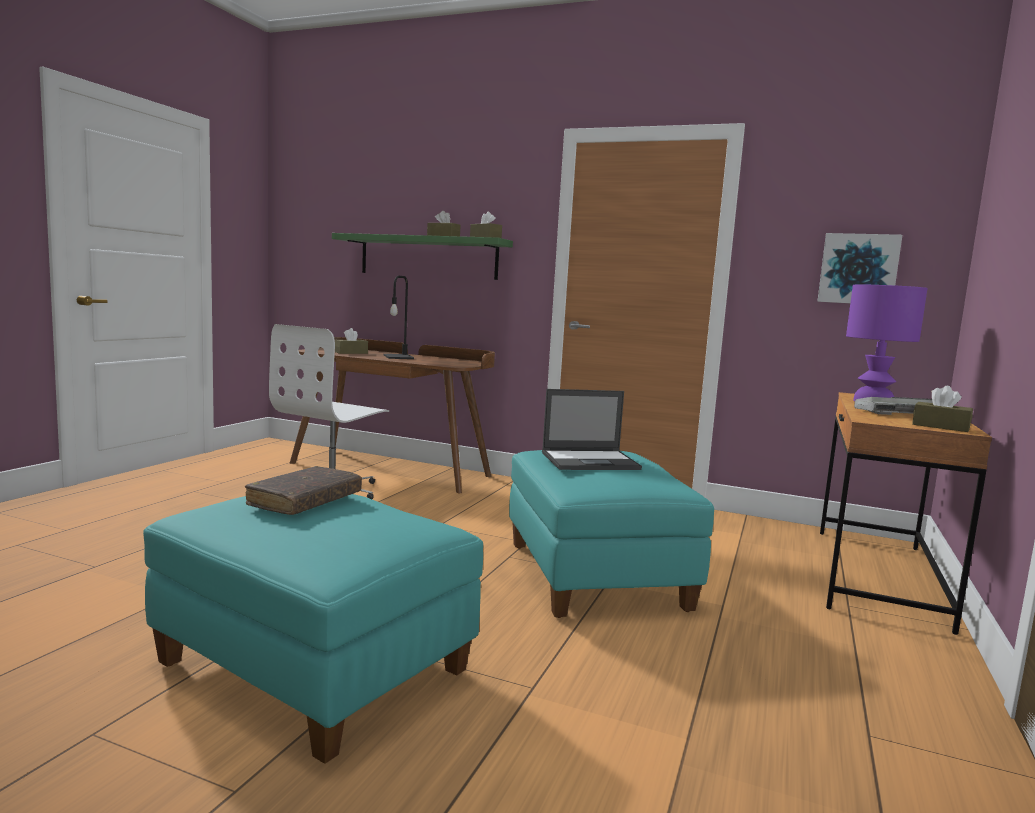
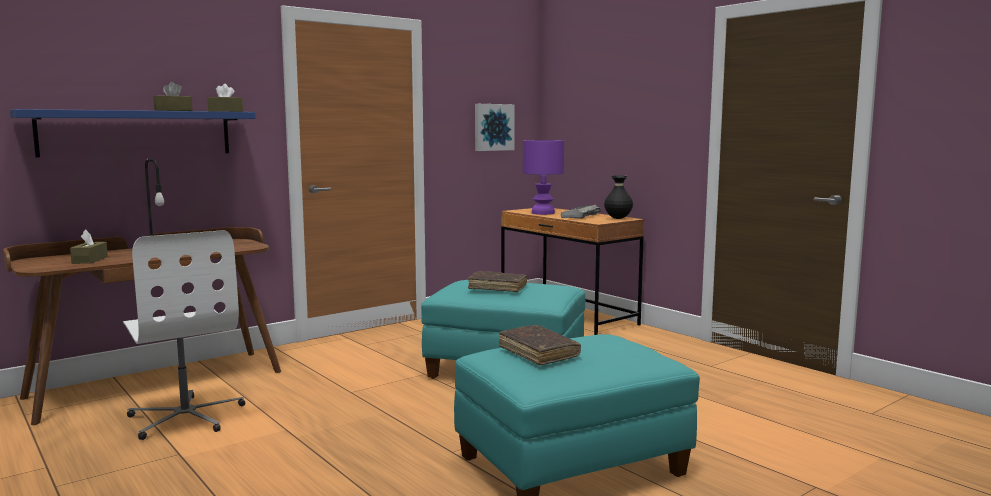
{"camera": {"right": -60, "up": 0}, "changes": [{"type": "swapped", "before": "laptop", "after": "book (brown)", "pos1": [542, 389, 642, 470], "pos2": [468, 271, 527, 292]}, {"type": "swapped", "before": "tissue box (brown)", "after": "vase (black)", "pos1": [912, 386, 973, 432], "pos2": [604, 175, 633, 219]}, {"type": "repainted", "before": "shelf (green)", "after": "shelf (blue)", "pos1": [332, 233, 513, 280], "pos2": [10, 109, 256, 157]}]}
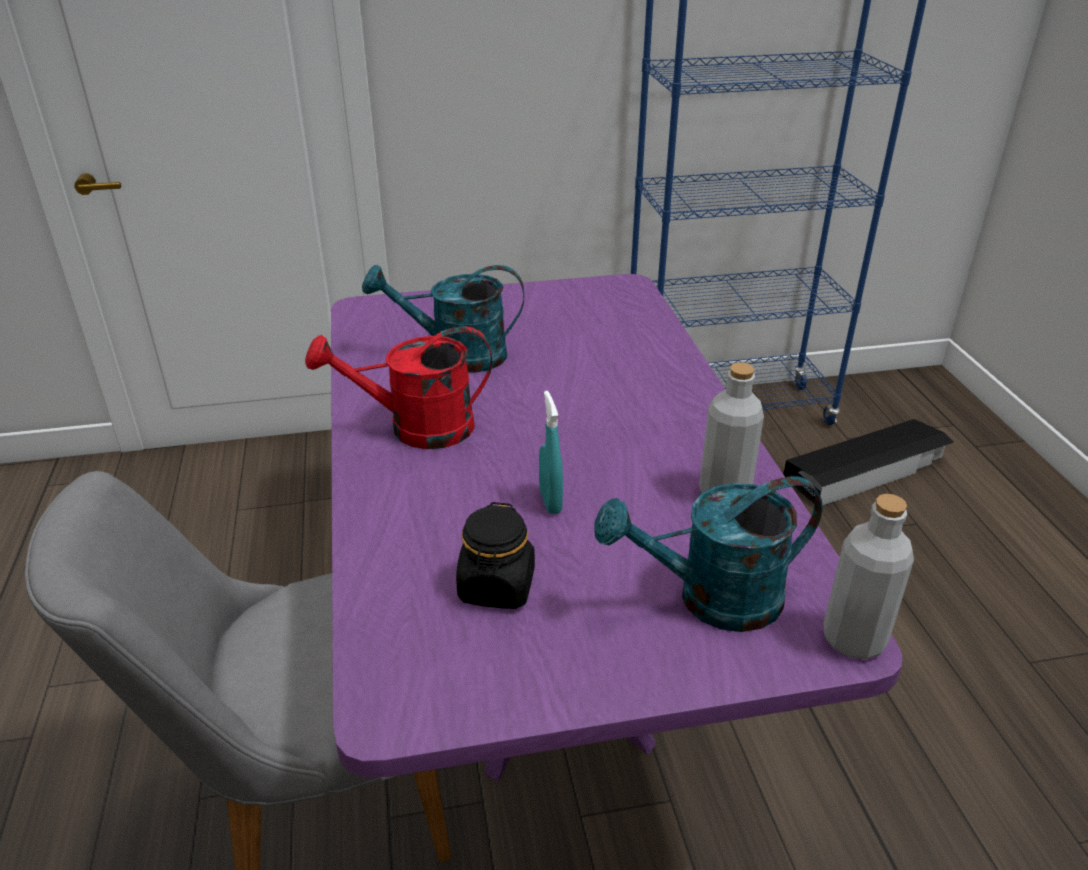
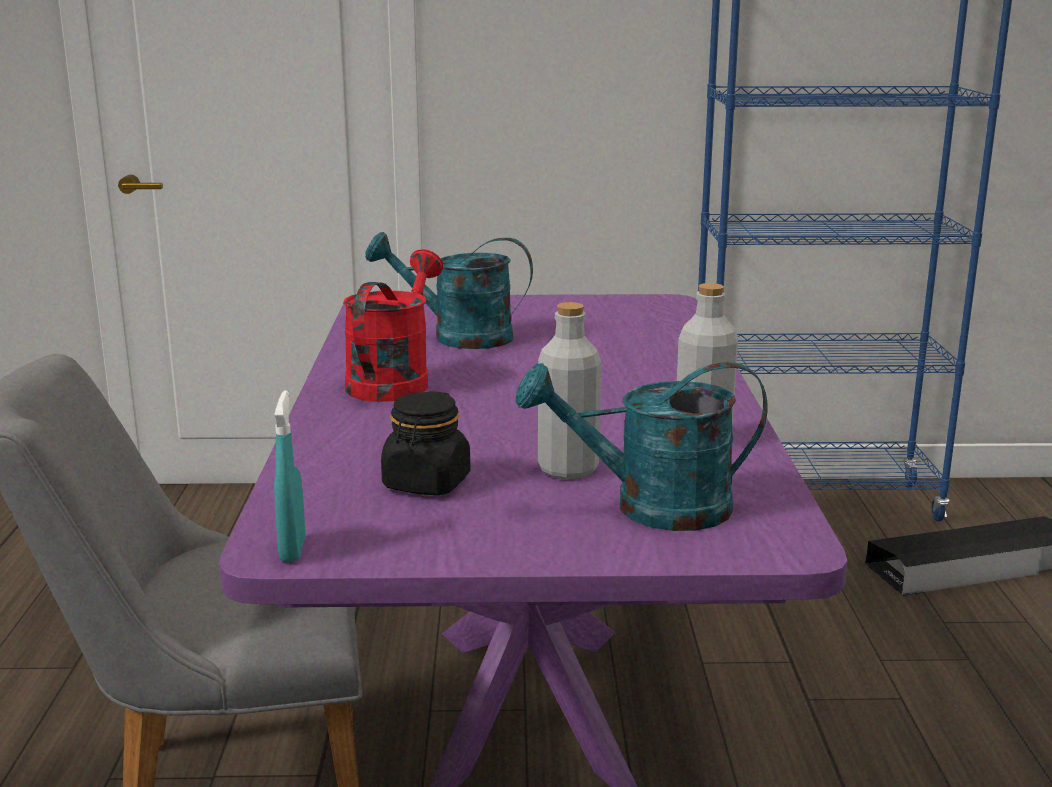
{"camera": {"right": 10, "up": -15}, "changes": [{"type": "shifted", "before": "spray bottle (turquoise)", "pos1": [539, 391, 563, 514], "pos2": [274, 390, 305, 562]}, {"type": "shifted", "before": "bottle (grey)", "pos1": [823, 494, 914, 660], "pos2": [538, 302, 601, 480]}, {"type": "rotated", "before": "watering can (red)", "pos1": [305, 326, 492, 449], "pos2": [343, 249, 443, 402], "turn": 105}]}
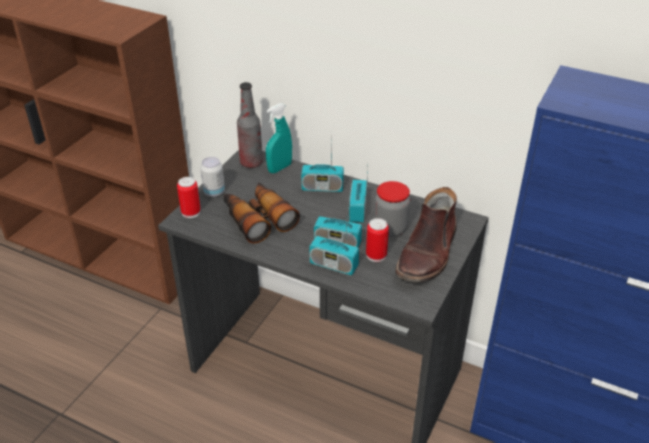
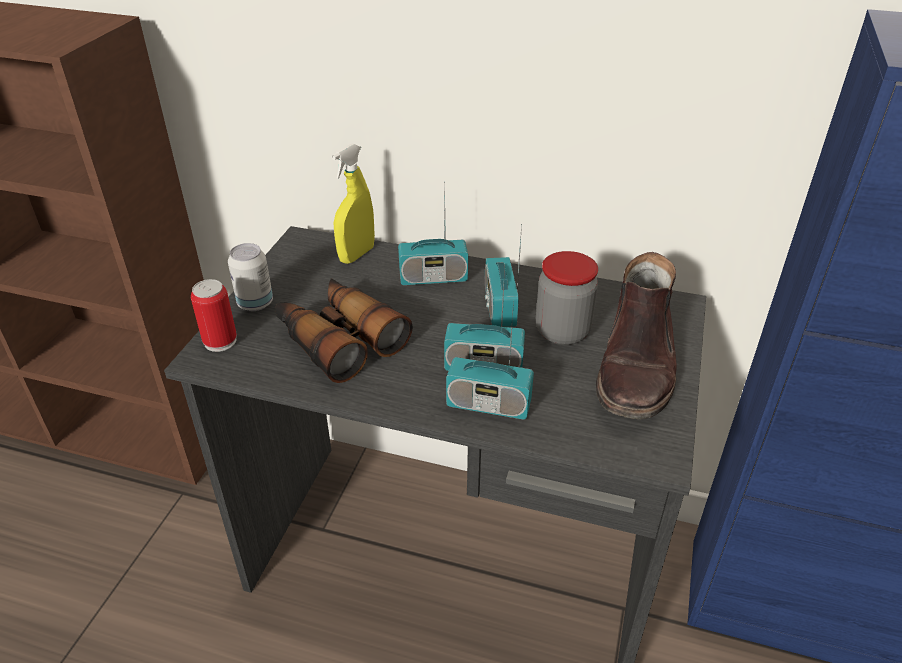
{"camera": {"right": -10, "up": 0}, "changes": [{"type": "gone", "before": "bottle", "pos1": [237, 82, 263, 168]}, {"type": "gone", "before": "can", "pos1": [366, 218, 389, 262]}, {"type": "repainted", "before": "spray bottle (turquoise)", "after": "spray bottle (yellow)", "pos1": [266, 103, 292, 173], "pos2": [332, 143, 375, 264]}]}
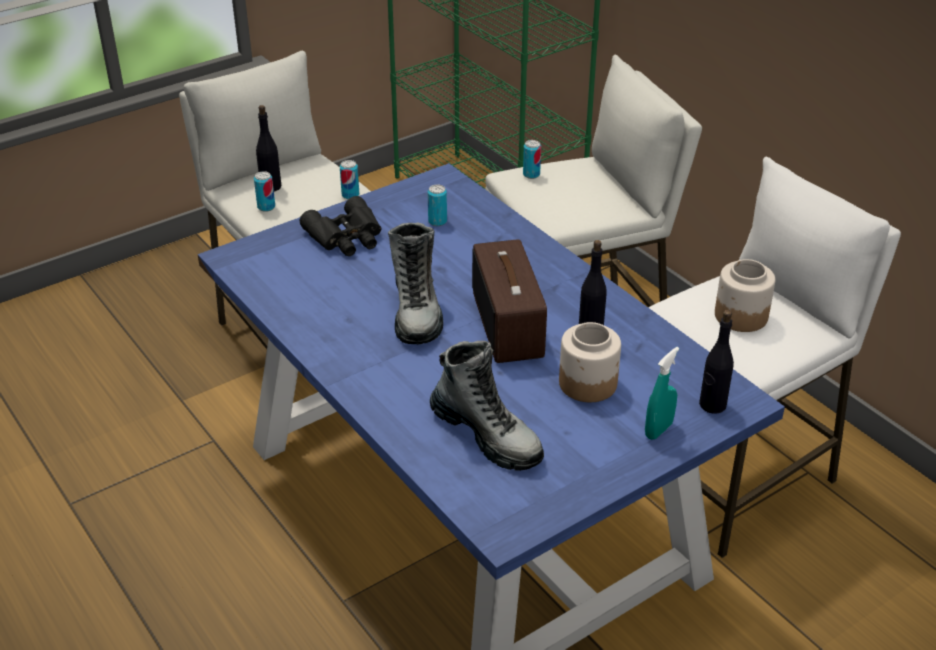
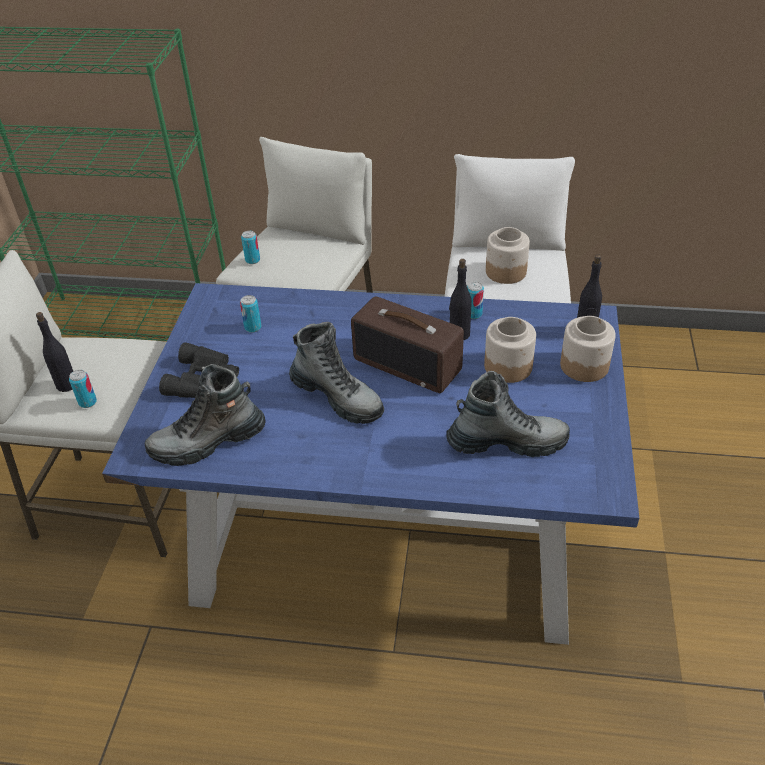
{"camera": {"right": -45, "up": 5}, "changes": [{"type": "new", "after": "boot", "pos2": [145, 364, 266, 466]}, {"type": "shifted", "before": "can", "pos1": [340, 160, 359, 199], "pos2": [467, 282, 484, 319]}, {"type": "swapped", "before": "spray bottle (turquoise)", "after": "jar", "pos1": [645, 347, 679, 440], "pos2": [560, 316, 616, 382]}]}
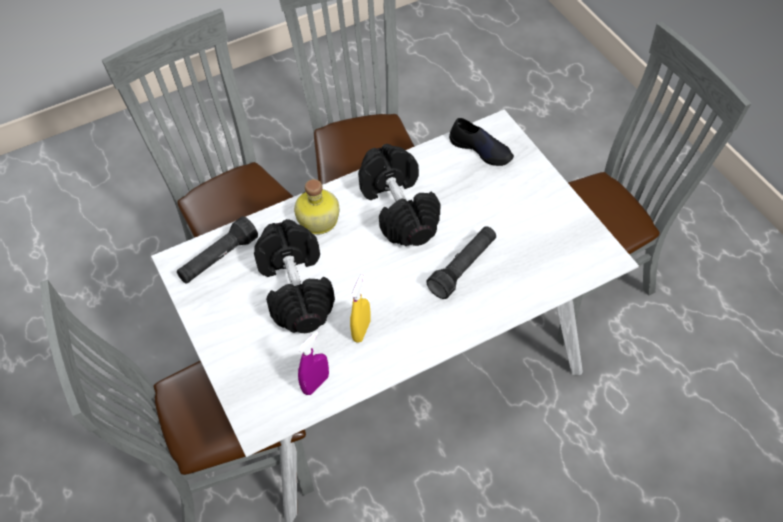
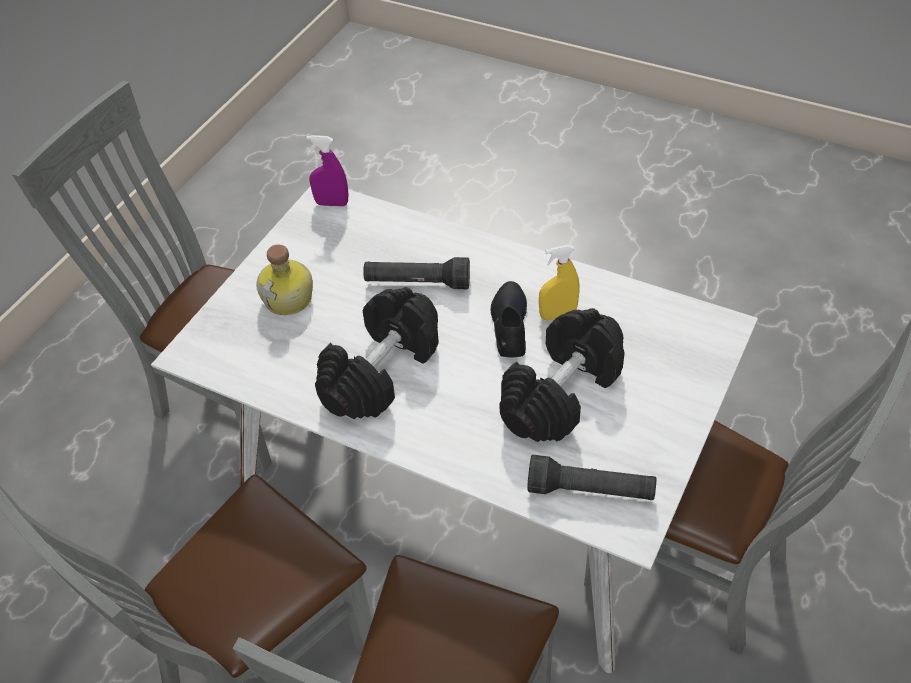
{"camera": {"right": -125, "up": -5}, "changes": [{"type": "shifted", "before": "bottle", "pos1": [294, 179, 339, 235], "pos2": [257, 244, 313, 315]}, {"type": "shifted", "before": "spray bottle (purple)", "pos1": [298, 331, 329, 395], "pos2": [306, 135, 348, 206]}, {"type": "shifted", "before": "shoe (black)", "pos1": [449, 118, 514, 166], "pos2": [491, 281, 527, 357]}]}
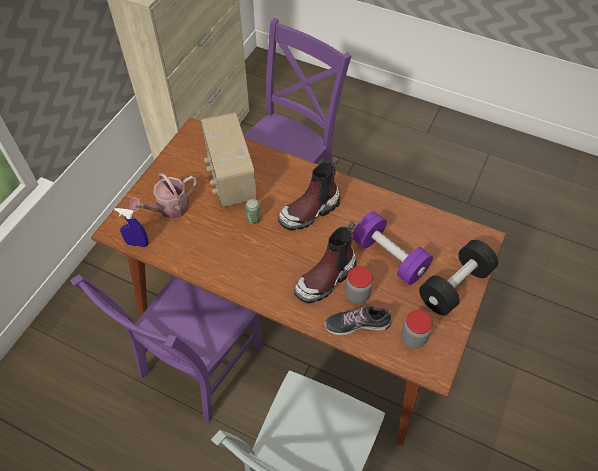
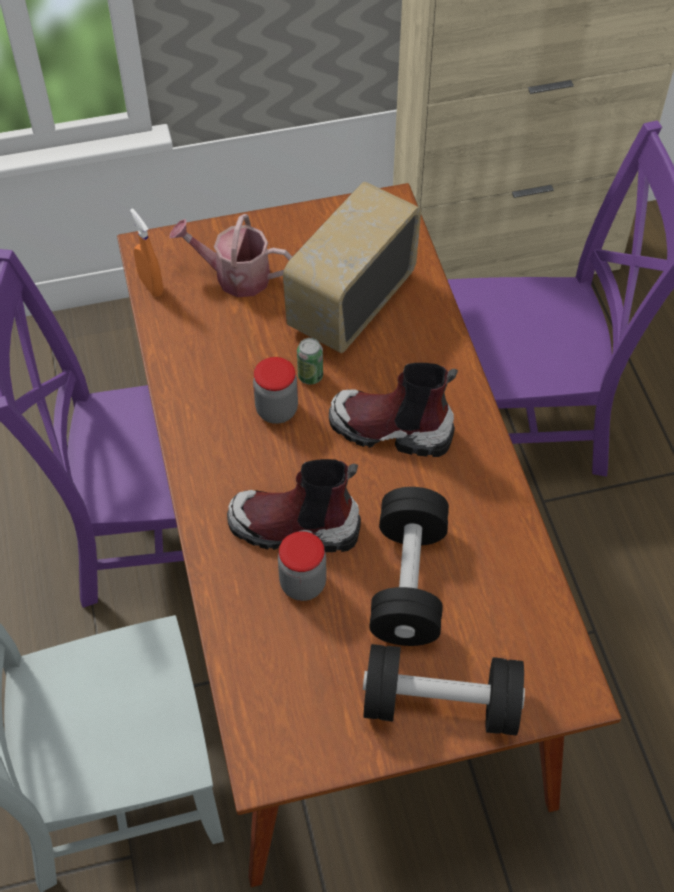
{"camera": {"right": 50, "up": 0}, "changes": [{"type": "gone", "before": "shoe", "pos1": [324, 306, 392, 336]}, {"type": "shifted", "before": "jar", "pos1": [401, 310, 433, 349], "pos2": [253, 357, 298, 424]}, {"type": "repainted", "before": "spray bottle (blue)", "after": "spray bottle (orange)", "pos1": [114, 208, 149, 247], "pos2": [130, 208, 163, 297]}, {"type": "repainted", "before": "dumbbell (purple)", "after": "dumbbell (black)", "pos1": [353, 211, 433, 285], "pos2": [369, 487, 449, 646]}]}
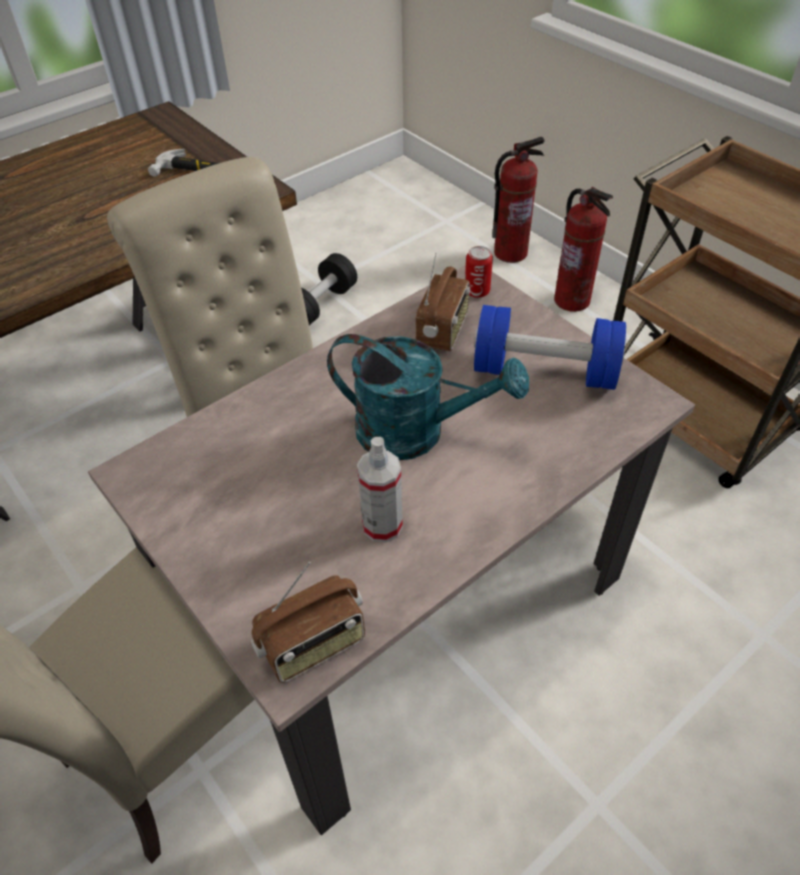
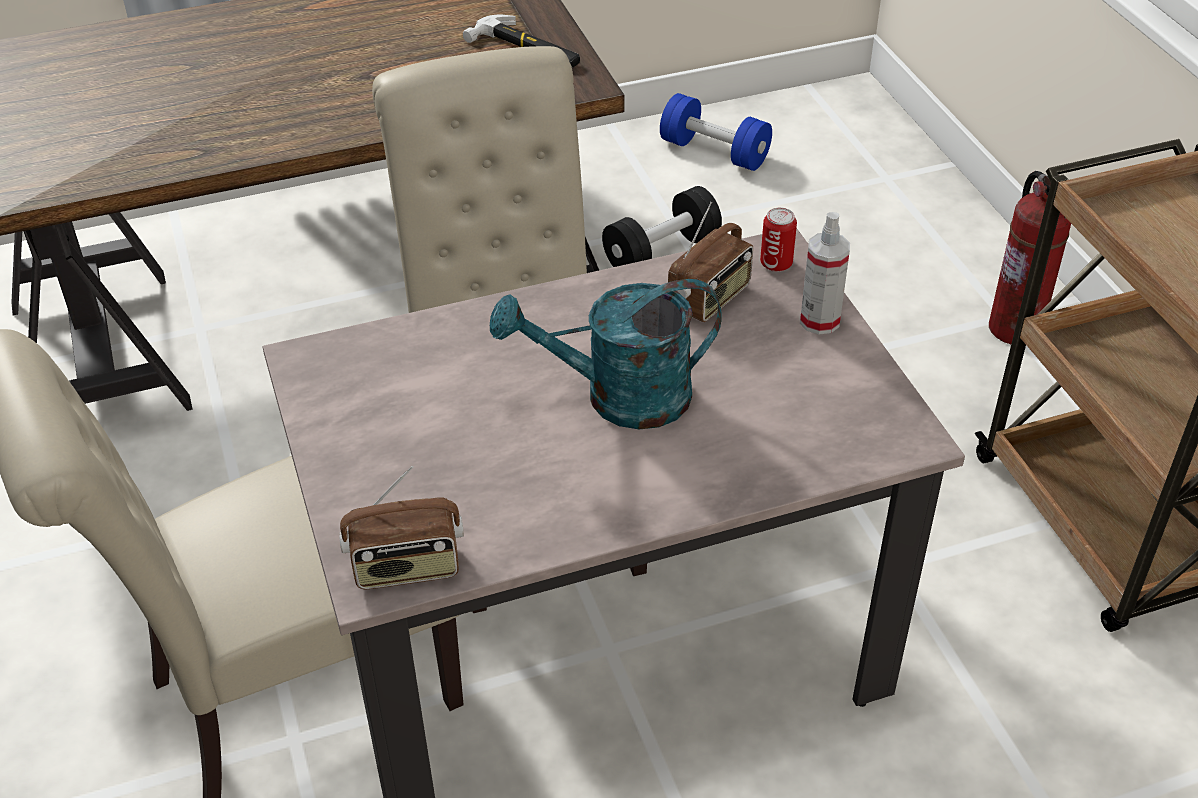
{"camera": {"right": 20, "up": -5}, "changes": [{"type": "gone", "before": "fire extinguisher", "pos1": [492, 137, 545, 263]}, {"type": "shifted", "before": "spray bottle", "pos1": [357, 437, 403, 543], "pos2": [800, 212, 850, 334]}, {"type": "shifted", "before": "dumbbell (blue)", "pos1": [474, 305, 626, 390], "pos2": [660, 93, 772, 171]}, {"type": "rotated", "before": "watering can (turquoise)", "pos1": [327, 334, 529, 460], "pos2": [490, 279, 722, 429], "turn": 135}]}
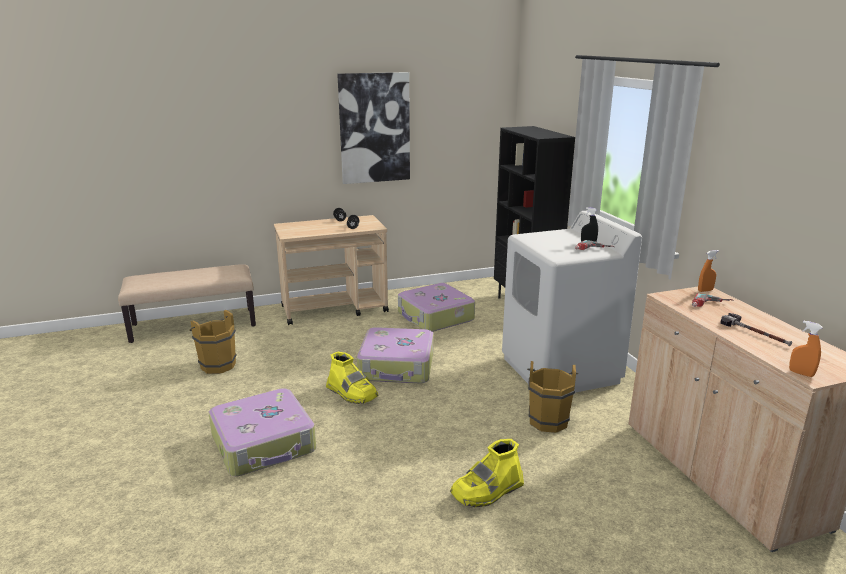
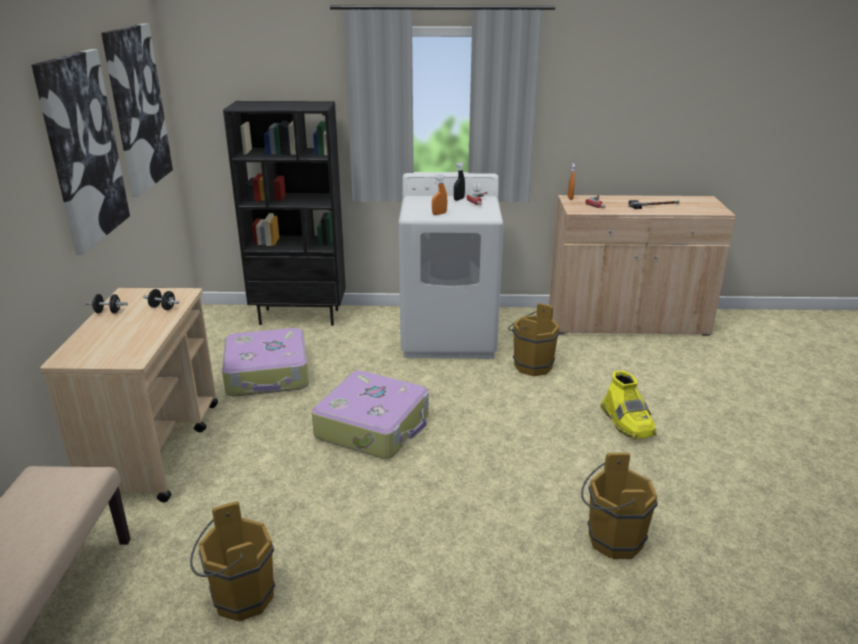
{"camera": {"right": -70, "up": 5}, "changes": [{"type": "gone", "before": "suitcase", "pos1": [209, 388, 316, 476]}, {"type": "gone", "before": "boot (yellow)", "pos1": [326, 352, 379, 404]}, {"type": "new", "after": "picture", "pos2": [101, 23, 173, 197]}, {"type": "new", "after": "bucket (brown)", "pos2": [581, 453, 658, 559]}, {"type": "shifted", "before": "spray bottle (orange)", "pos1": [789, 321, 823, 377], "pos2": [432, 175, 447, 215]}]}
